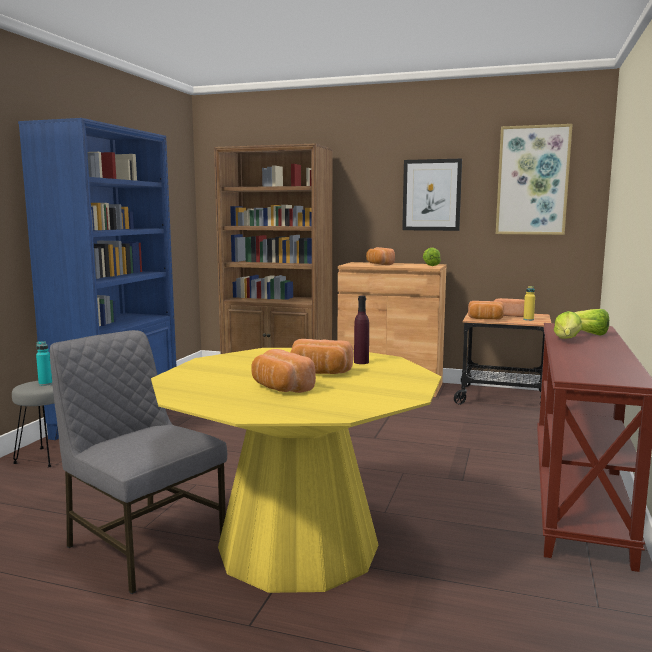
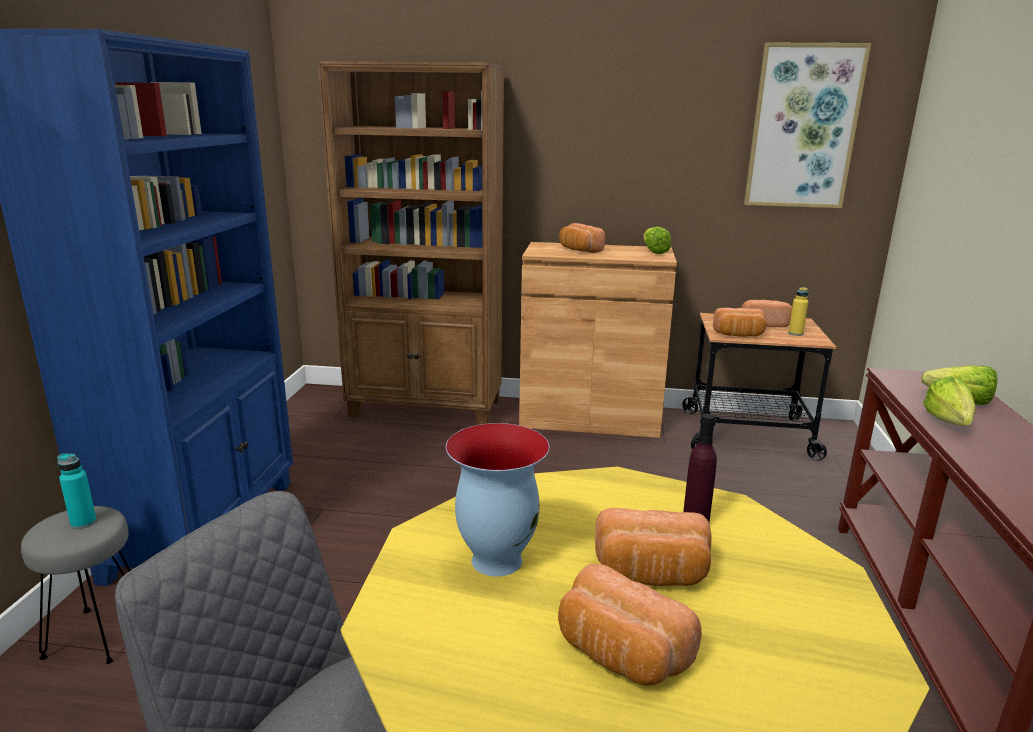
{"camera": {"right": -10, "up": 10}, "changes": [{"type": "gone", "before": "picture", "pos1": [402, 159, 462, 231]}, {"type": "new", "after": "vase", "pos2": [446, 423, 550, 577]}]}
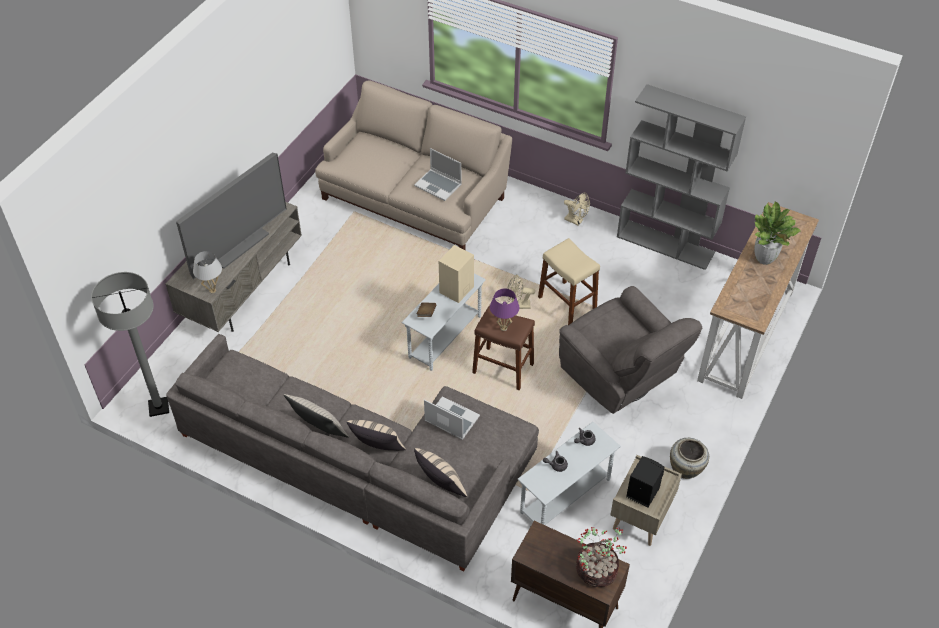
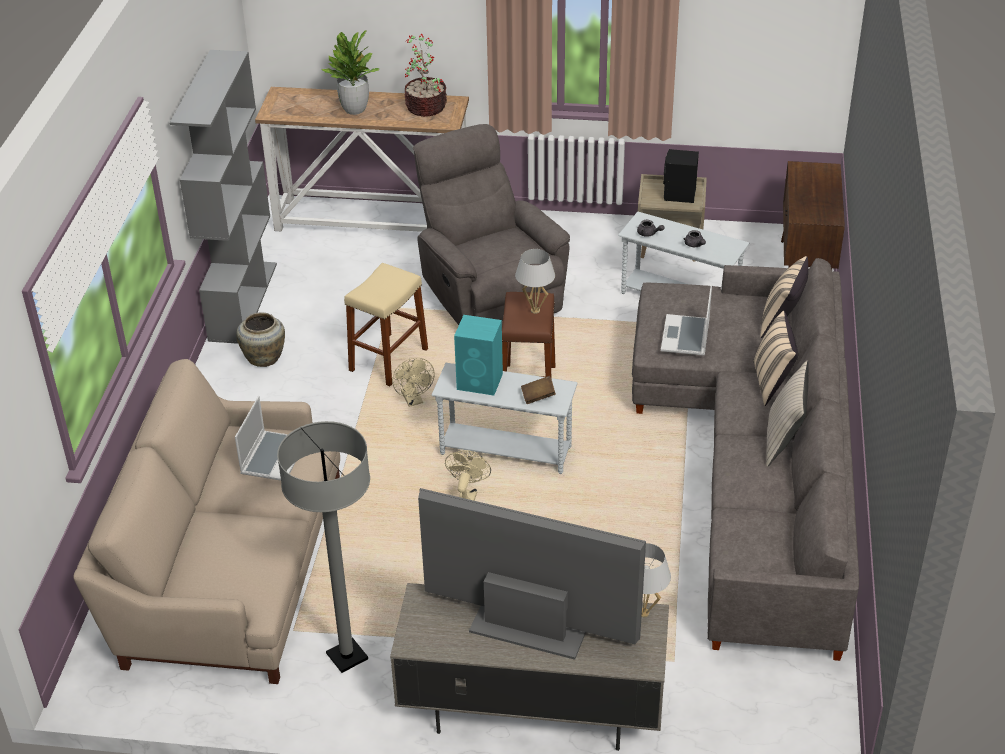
{"camera": {"right": -110, "up": -10}, "changes": [{"type": "shifted", "before": "floor lamp (grey)", "pos1": [91, 272, 169, 417], "pos2": [277, 421, 370, 673]}, {"type": "shifted", "before": "fan (beige)", "pos1": [564, 193, 590, 226], "pos2": [445, 450, 491, 501]}, {"type": "shifted", "before": "potted plant", "pos1": [576, 527, 627, 587], "pos2": [405, 34, 447, 117]}, {"type": "shifted", "before": "vase (beige)", "pos1": [670, 438, 709, 479], "pos2": [236, 312, 285, 367]}, {"type": "repainted", "before": "speaker (beige)", "after": "speaker (turquoise)", "pos1": [439, 245, 474, 303], "pos2": [454, 315, 503, 395]}, {"type": "repainted", "before": "table lamp (purple)", "after": "table lamp (white)", "pos1": [490, 288, 519, 331], "pos2": [515, 249, 555, 314]}, {"type": "rotated", "before": "armchair (grey)", "pos1": [559, 286, 702, 414], "pos2": [413, 124, 570, 325], "turn": -60}]}
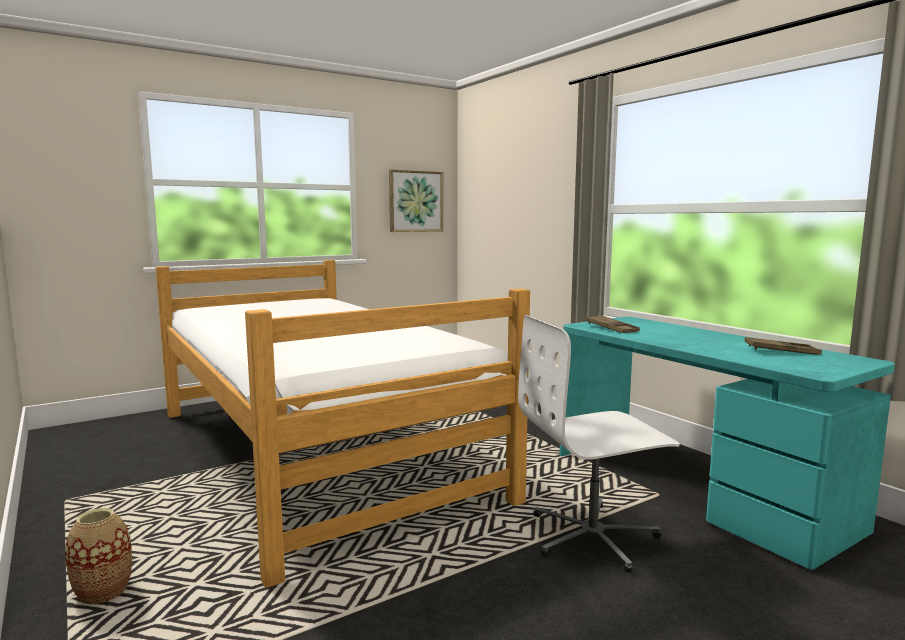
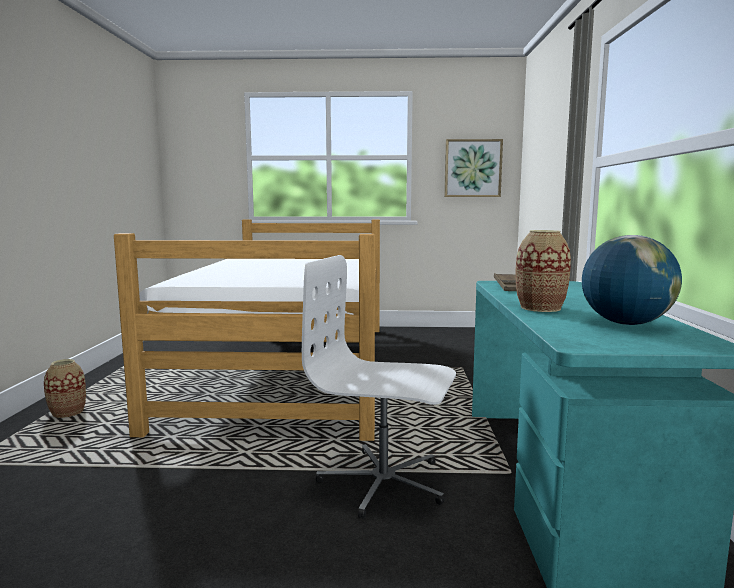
{"camera": {"right": 35, "up": 0}, "changes": [{"type": "new", "after": "vase", "pos2": [516, 230, 571, 312]}, {"type": "swapped", "before": "tray (brown)", "after": "globe", "pos1": [744, 337, 822, 355], "pos2": [582, 235, 682, 325]}]}
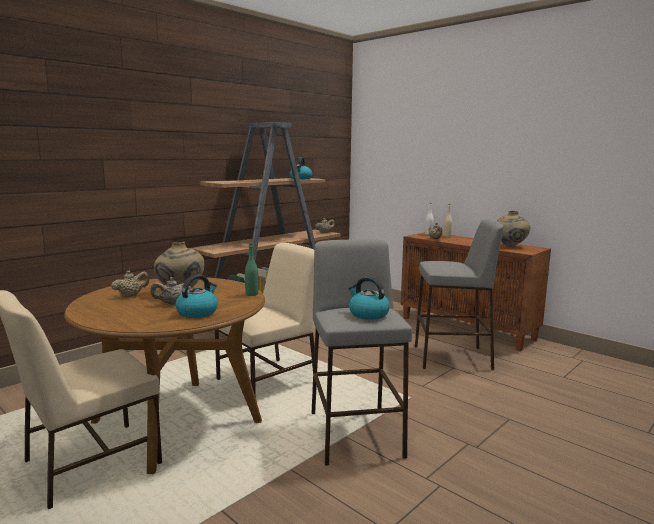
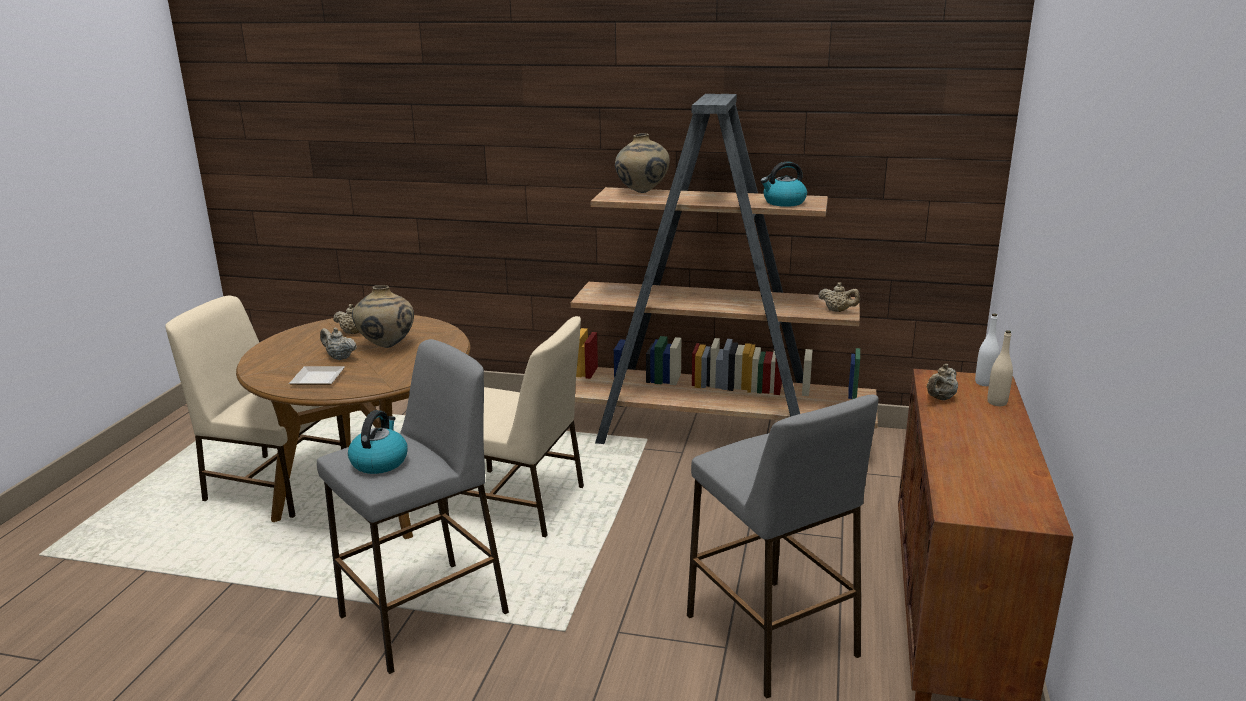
{"camera": {"right": 60, "up": 10}, "changes": [{"type": "gone", "before": "bottle (green)", "pos1": [245, 243, 259, 296]}, {"type": "shifted", "before": "vase (beige)", "pos1": [497, 211, 530, 247], "pos2": [615, 133, 670, 193]}, {"type": "swapped", "before": "kettle", "after": "plate", "pos1": [176, 275, 218, 318], "pos2": [289, 366, 345, 385]}]}
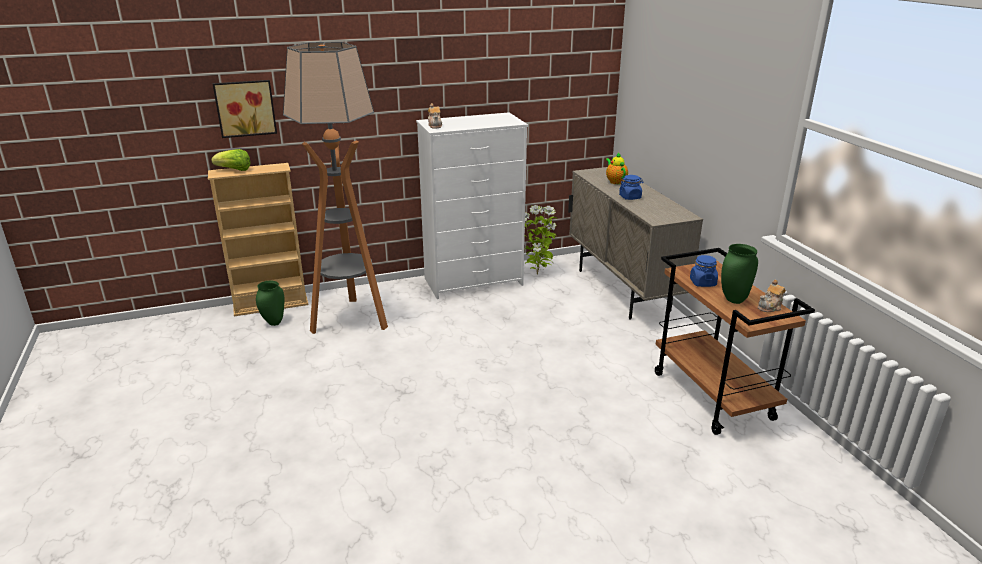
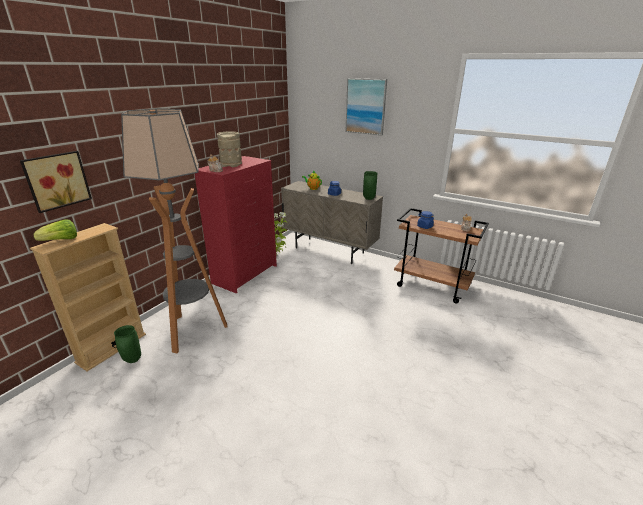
{"camera": {"right": -40, "up": 0}, "changes": [{"type": "new", "after": "vase (beige)", "pos2": [217, 132, 242, 167]}, {"type": "new", "after": "picture", "pos2": [345, 78, 387, 136]}, {"type": "shifted", "before": "vase (green)", "pos1": [721, 244, 758, 304], "pos2": [363, 171, 377, 200]}, {"type": "repainted", "before": "dresser (white)", "after": "dresser (red)", "pos1": [416, 112, 528, 299], "pos2": [195, 156, 277, 294]}]}
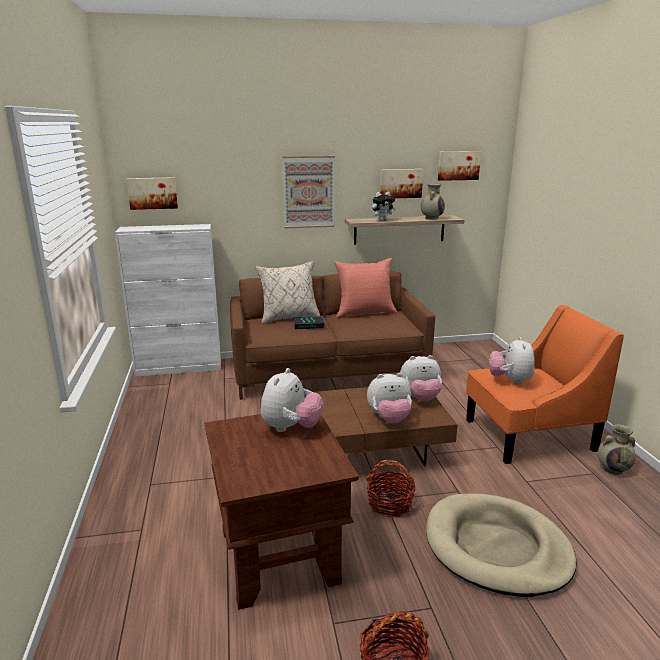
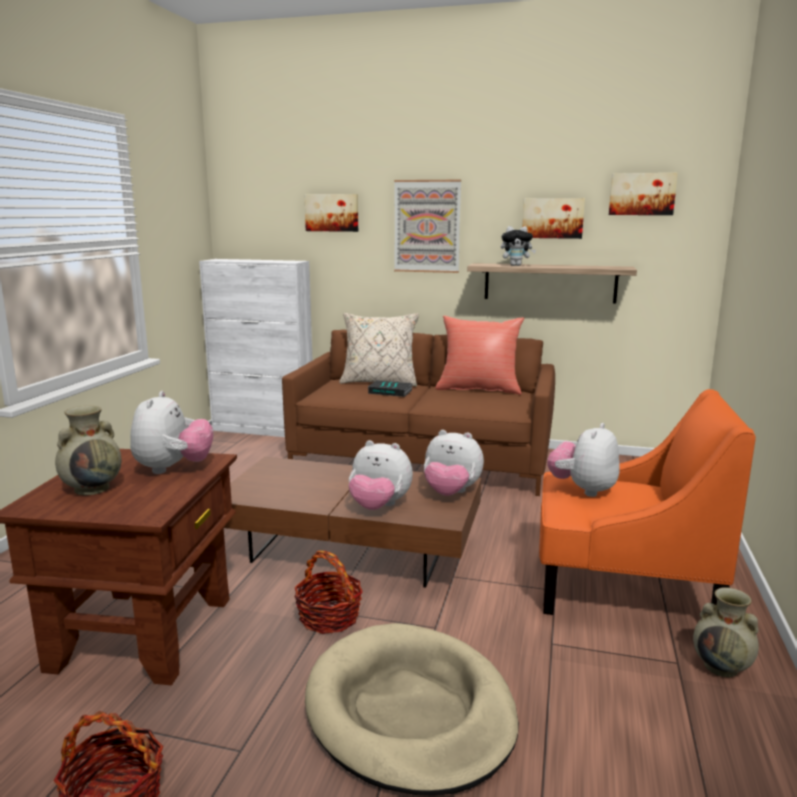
{"camera": {"right": 25, "up": -5}, "changes": [{"type": "shifted", "before": "picture", "pos1": [126, 177, 178, 210], "pos2": [304, 194, 358, 232]}, {"type": "shifted", "before": "vase (beige)", "pos1": [421, 184, 445, 220], "pos2": [55, 406, 121, 495]}, {"type": "rotated", "before": "plush toy", "pos1": [261, 368, 324, 432], "pos2": [130, 391, 213, 474], "turn": -45}]}
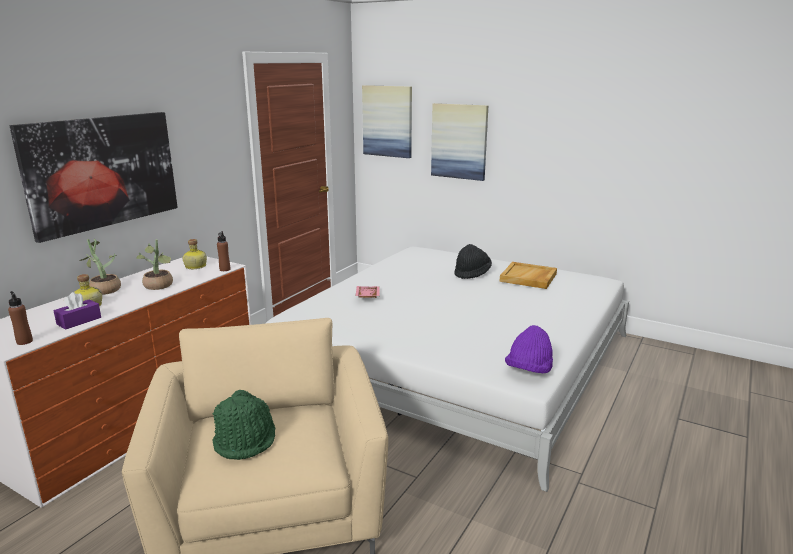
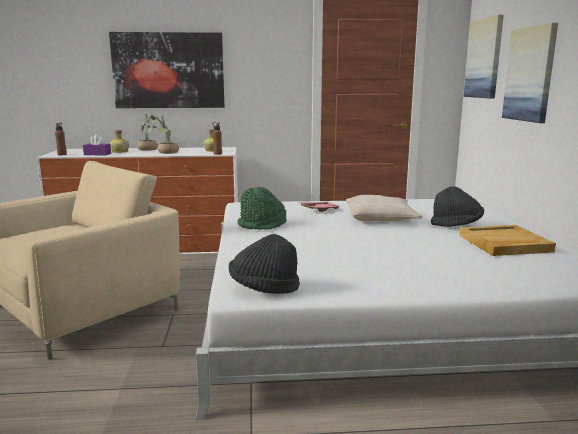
{"camera": {"right": 55, "up": -5}, "changes": [{"type": "new", "after": "pillow (beige)", "pos2": [346, 195, 422, 221]}, {"type": "shifted", "before": "hat (green)", "pos1": [212, 390, 275, 460], "pos2": [237, 187, 286, 230]}, {"type": "repainted", "before": "hat (purple)", "after": "hat (black)", "pos1": [505, 325, 553, 373], "pos2": [229, 234, 300, 294]}]}
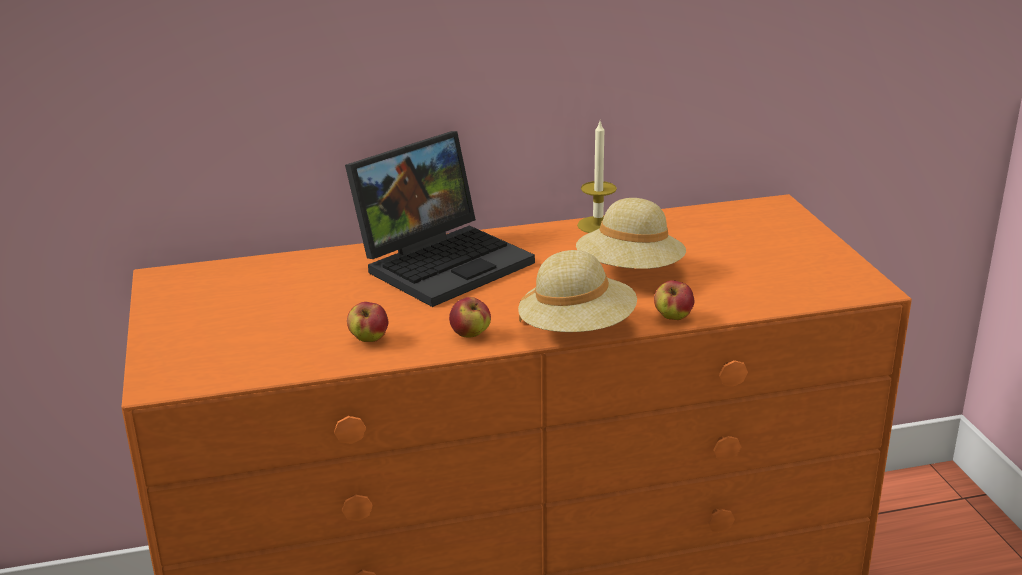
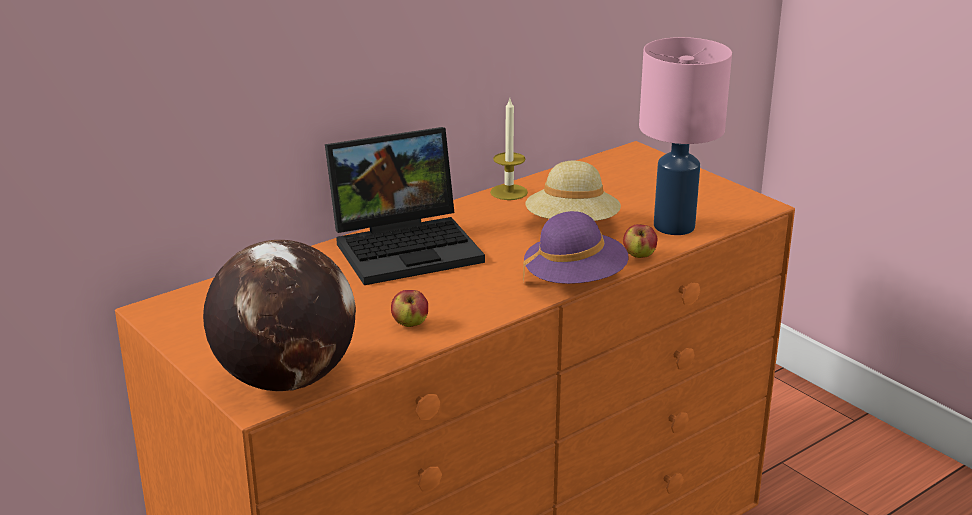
{"camera": {"right": -25, "up": 0}, "changes": [{"type": "gone", "before": "apple", "pos1": [449, 297, 491, 337]}, {"type": "new", "after": "globe", "pos2": [203, 240, 356, 391]}, {"type": "new", "after": "table lamp (pink)", "pos2": [639, 37, 732, 235]}, {"type": "repainted", "before": "hat (beige)", "after": "hat (purple)", "pos1": [518, 250, 637, 332], "pos2": [523, 211, 629, 284]}, {"type": "rotated", "before": "laptop", "pos1": [345, 131, 535, 307], "pos2": [325, 127, 485, 285], "turn": 45}]}
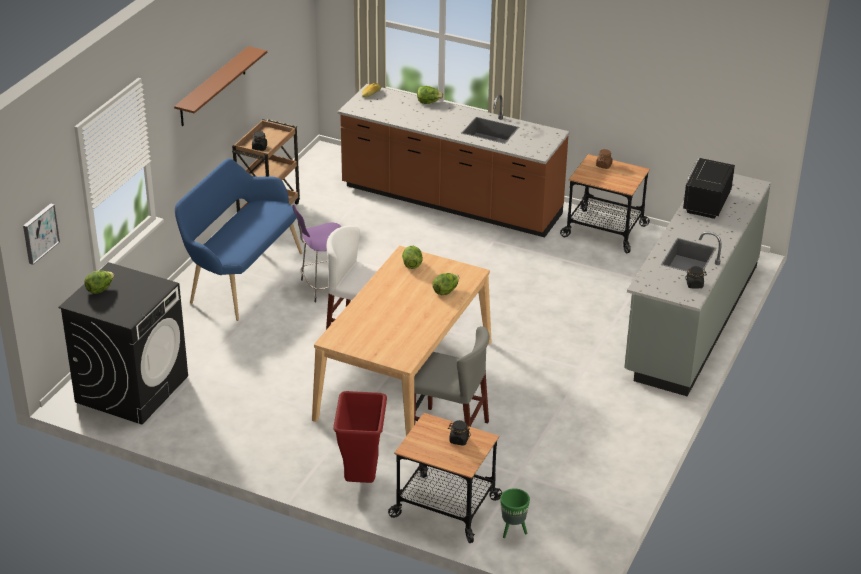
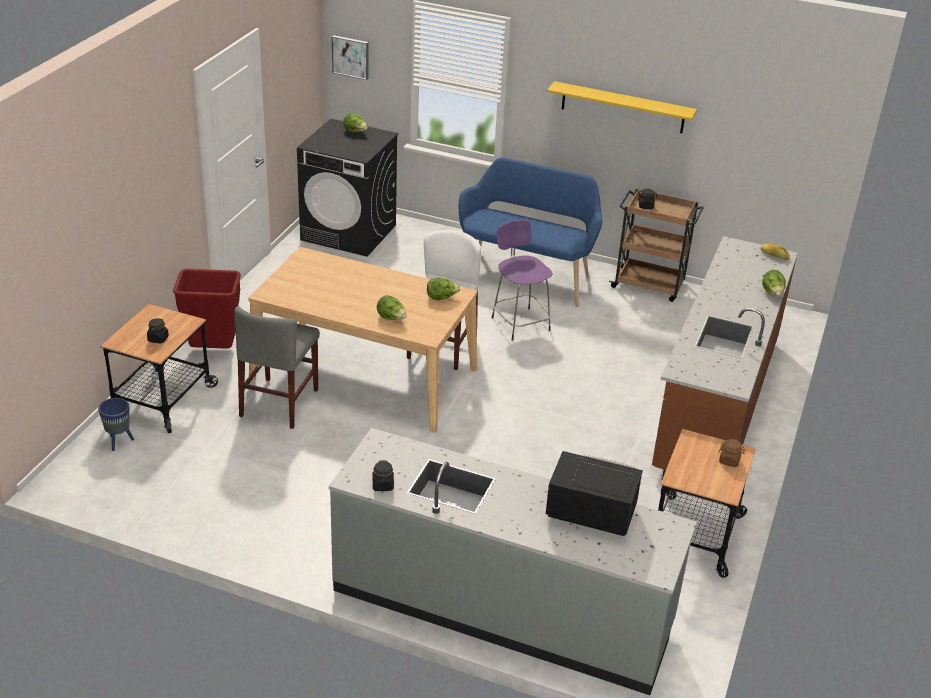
{"camera": {"right": 85, "up": 0}, "changes": [{"type": "repainted", "before": "shelf (brown)", "after": "shelf (yellow)", "pos1": [174, 46, 267, 126], "pos2": [547, 81, 697, 133]}, {"type": "repainted", "before": "planter (green)", "after": "planter (blue)", "pos1": [500, 489, 530, 538], "pos2": [98, 398, 134, 451]}]}
